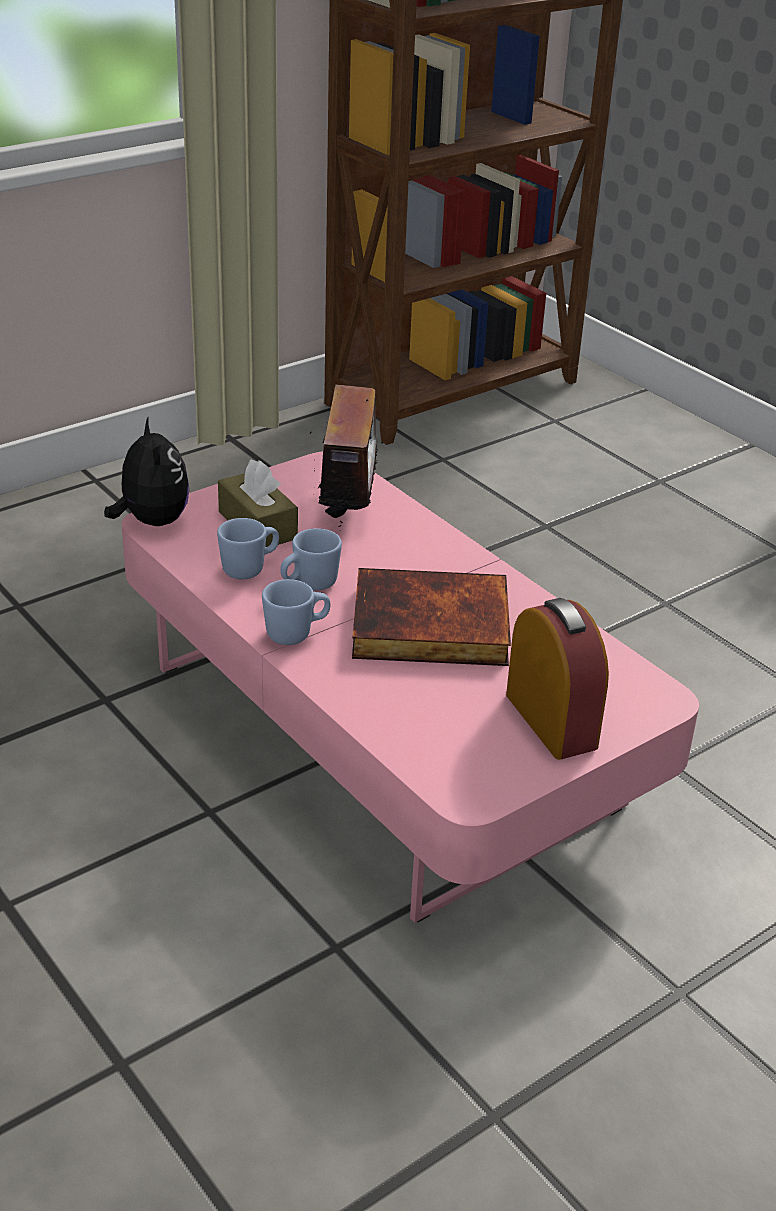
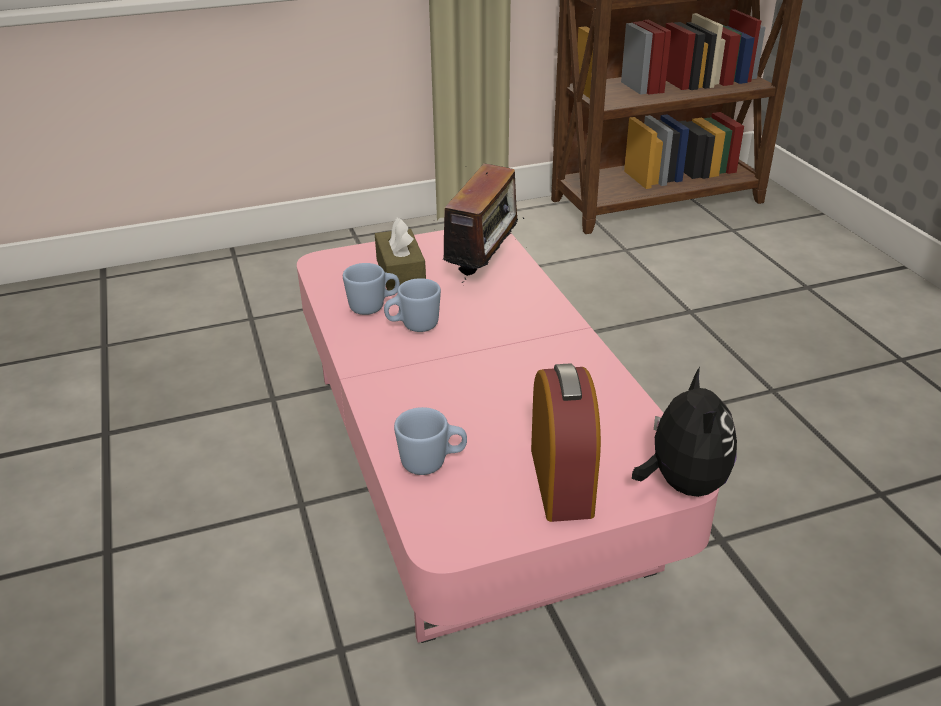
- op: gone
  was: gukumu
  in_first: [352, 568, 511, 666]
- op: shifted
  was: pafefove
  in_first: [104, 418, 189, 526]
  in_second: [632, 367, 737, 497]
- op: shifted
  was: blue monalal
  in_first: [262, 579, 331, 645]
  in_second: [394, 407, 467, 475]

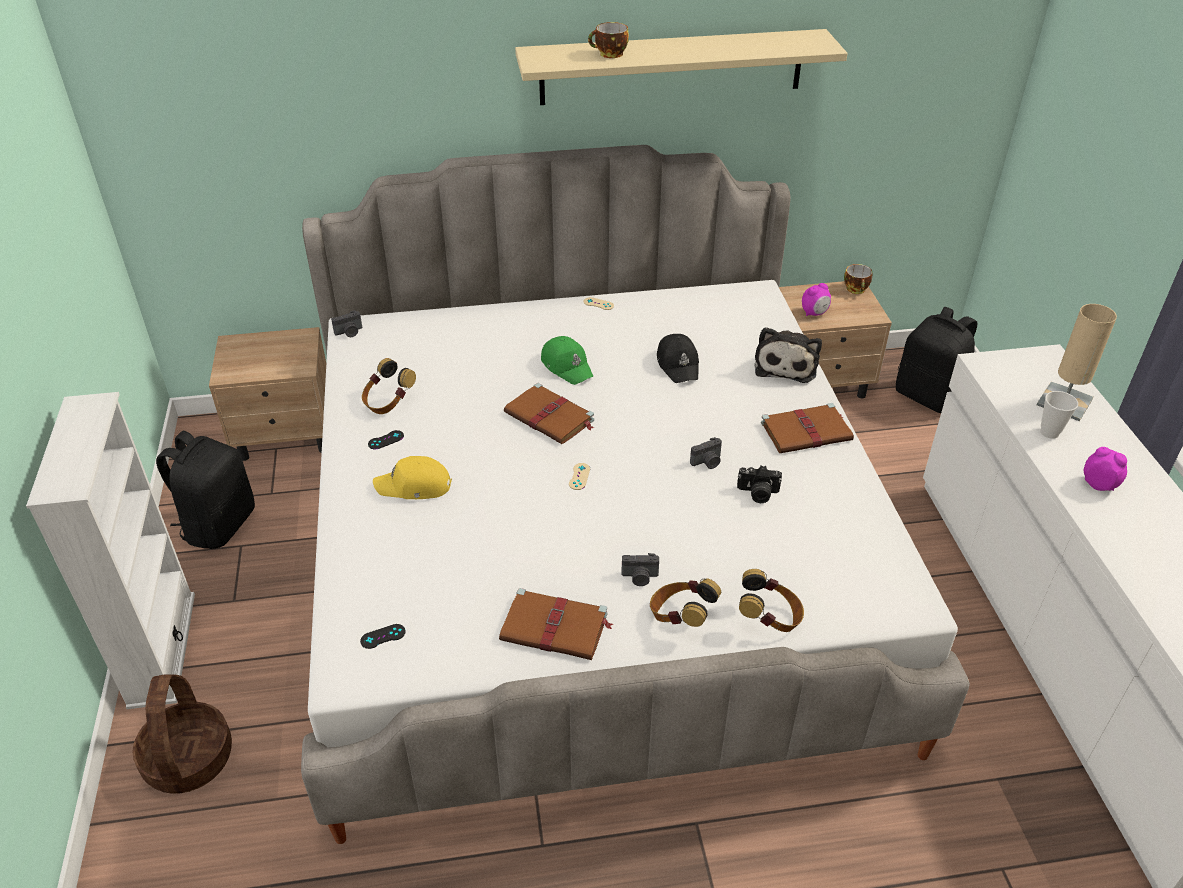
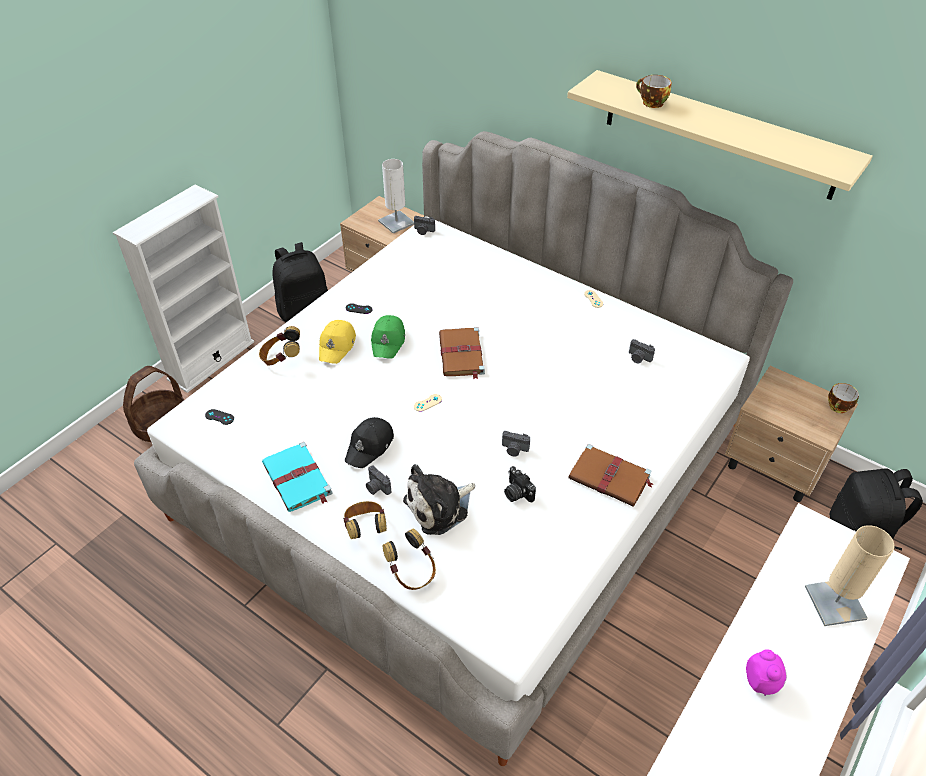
- op: gone
  was: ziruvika
  in_first: [802, 283, 831, 316]
- op: gone
  was: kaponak
  in_first: [1040, 391, 1078, 439]
- op: new
  now: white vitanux
  in_second: [378, 159, 414, 234]
- op: new
  now: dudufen
  in_second: [629, 339, 655, 363]
- op: shifted
  was: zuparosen
  in_first: [362, 358, 416, 414]
  in_second: [259, 326, 300, 366]
- op: shifted
  was: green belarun
  in_first: [541, 336, 593, 385]
  in_second: [371, 315, 405, 359]
- op: shifted
  was: black belarun
  in_first: [657, 334, 699, 383]
  in_second: [345, 417, 394, 468]
- op: shifted
  was: pafefove
  in_first: [754, 327, 822, 383]
  in_second: [403, 464, 475, 535]
- op: repainted
  was: brown gukumu
  now: turquoise gukumu
  in_first: [499, 588, 613, 660]
  in_second: [262, 442, 333, 512]
- op: rotated
  was: yellow belarun
  in_first: [373, 456, 452, 499]
  in_second: [319, 320, 356, 364]
  clockwise: -120

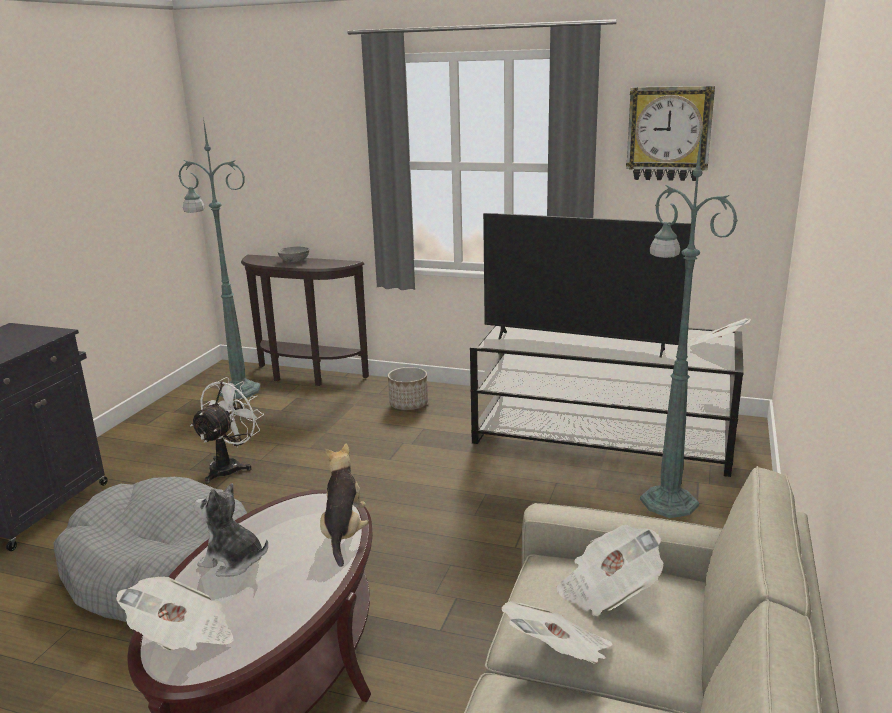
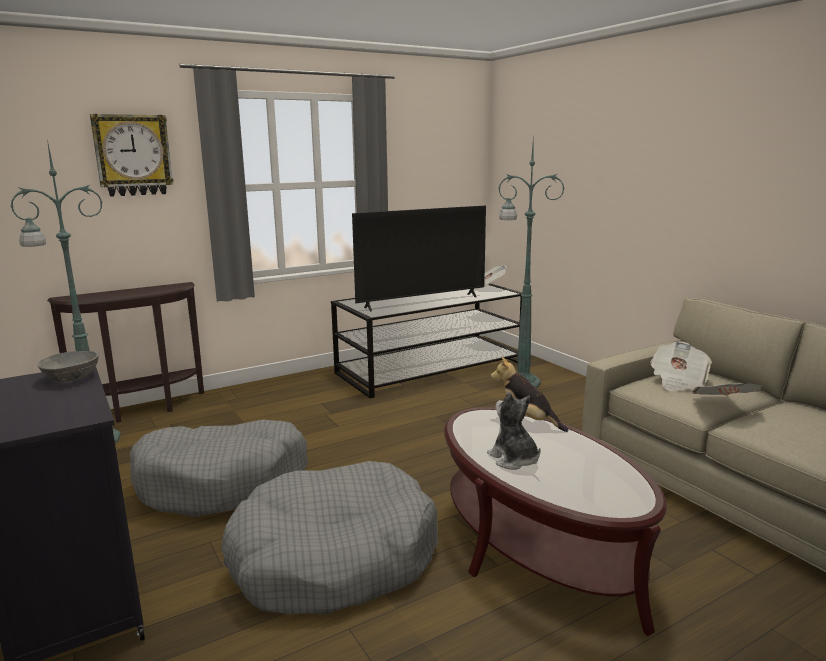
- op: gone
  was: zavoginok
  in_first: [116, 577, 234, 651]
- op: gone
  was: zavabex
  in_first: [388, 367, 428, 410]
- op: shifted
  was: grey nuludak
  in_first: [278, 246, 309, 263]
  in_second: [37, 351, 99, 382]
- op: shifted
  was: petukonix
  in_first: [626, 86, 715, 181]
  in_second: [90, 114, 174, 197]
- op: swapped
  was: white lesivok
  now: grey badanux
  in_first: [190, 377, 264, 484]
  in_second: [130, 419, 308, 517]
- op: rotated
  was: pafefove
  in_first: [194, 483, 268, 576]
  in_second: [487, 392, 540, 470]
  clockwise: 90

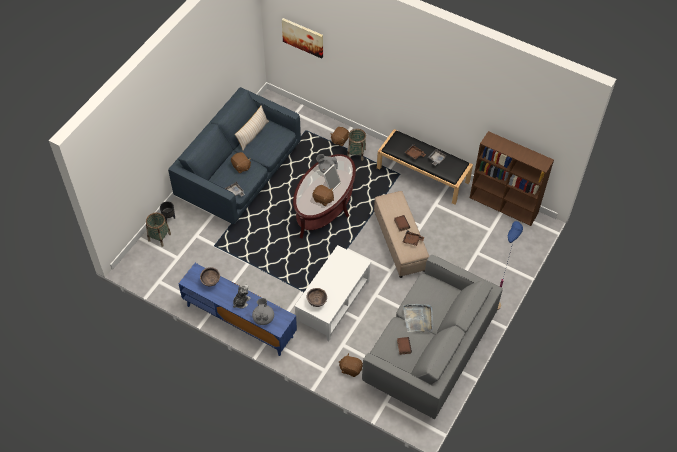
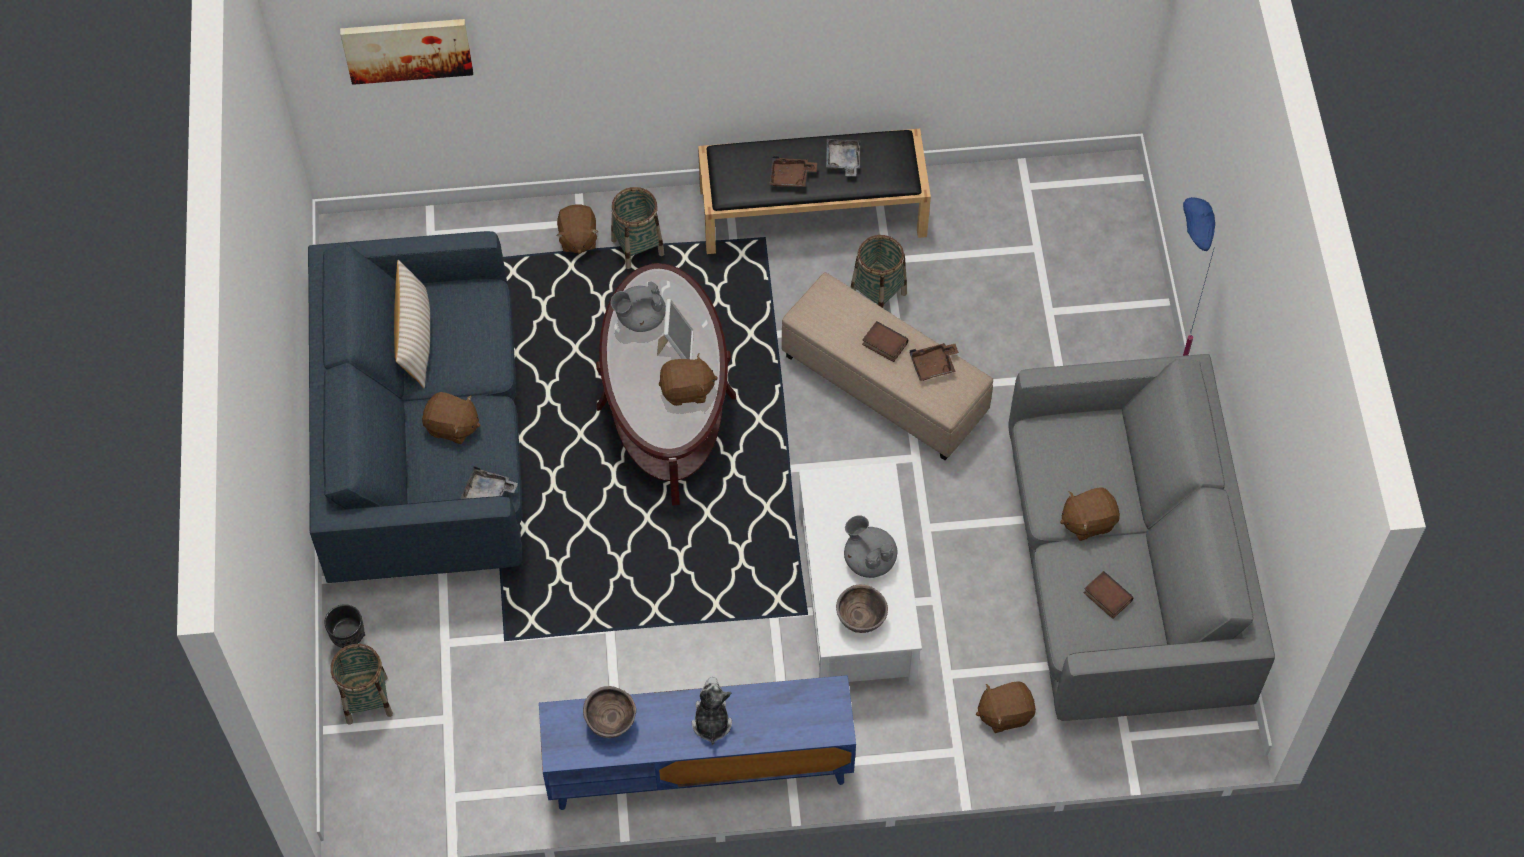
- op: gone
  was: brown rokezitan
  in_first: [470, 131, 554, 226]
- op: new
  now: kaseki
  in_second: [851, 235, 907, 309]
- op: shifted
  was: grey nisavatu
  in_first: [252, 298, 274, 325]
  in_second: [844, 515, 897, 578]
- op: swapped
  was: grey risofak
  now: brown pafefove
  in_first: [403, 304, 433, 332]
  in_second: [1060, 487, 1120, 541]

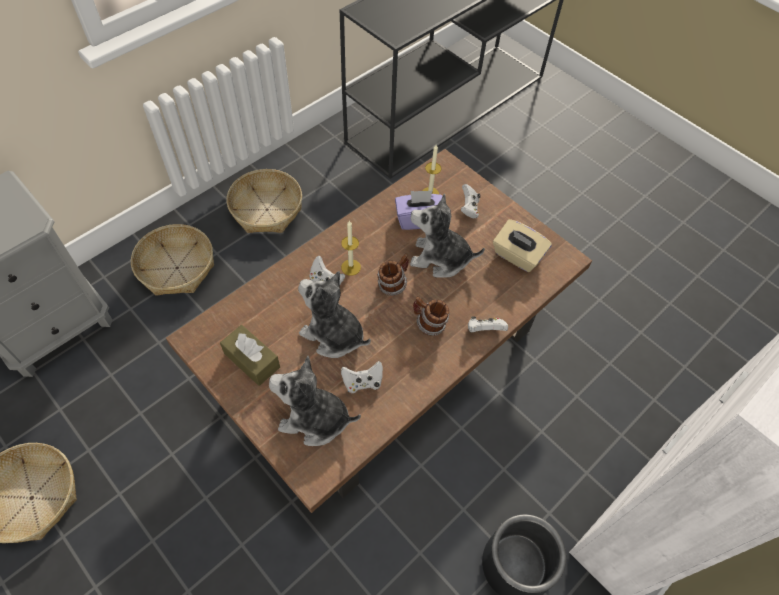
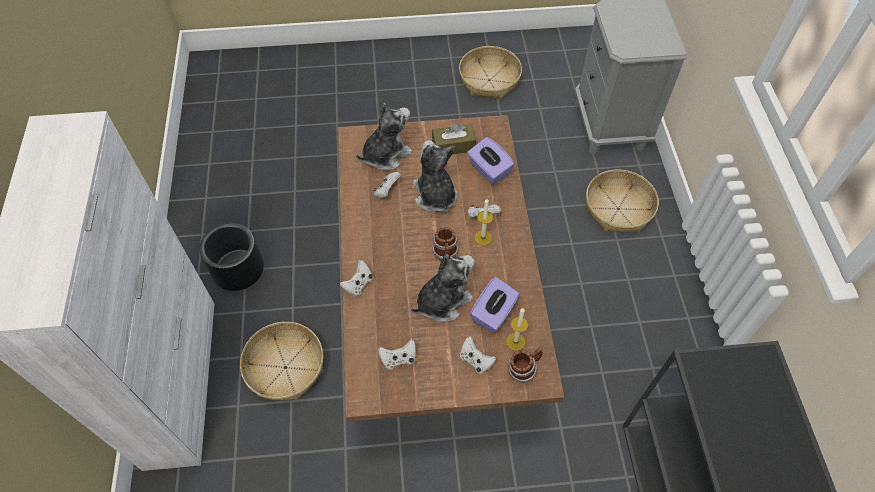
- op: new
  now: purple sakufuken
  in_second: [467, 137, 514, 185]
- op: shifted
  was: kaseki
  in_first: [227, 169, 302, 233]
  in_second: [240, 322, 323, 400]
- op: shifted
  was: monalal
  in_first: [413, 297, 450, 336]
  in_second: [508, 347, 543, 383]
- op: swapped
  was: beige sakufuken
  now: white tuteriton
  in_first: [493, 219, 552, 272]
  in_second: [378, 339, 416, 370]
- op: rotated
  was: pafefove
  in_first: [298, 271, 371, 358]
  in_second: [413, 140, 457, 212]
  clockwise: -90

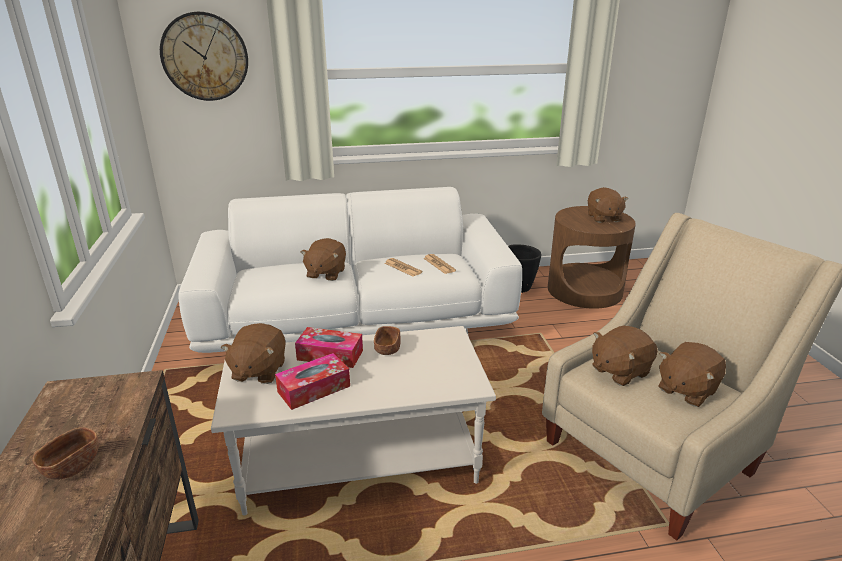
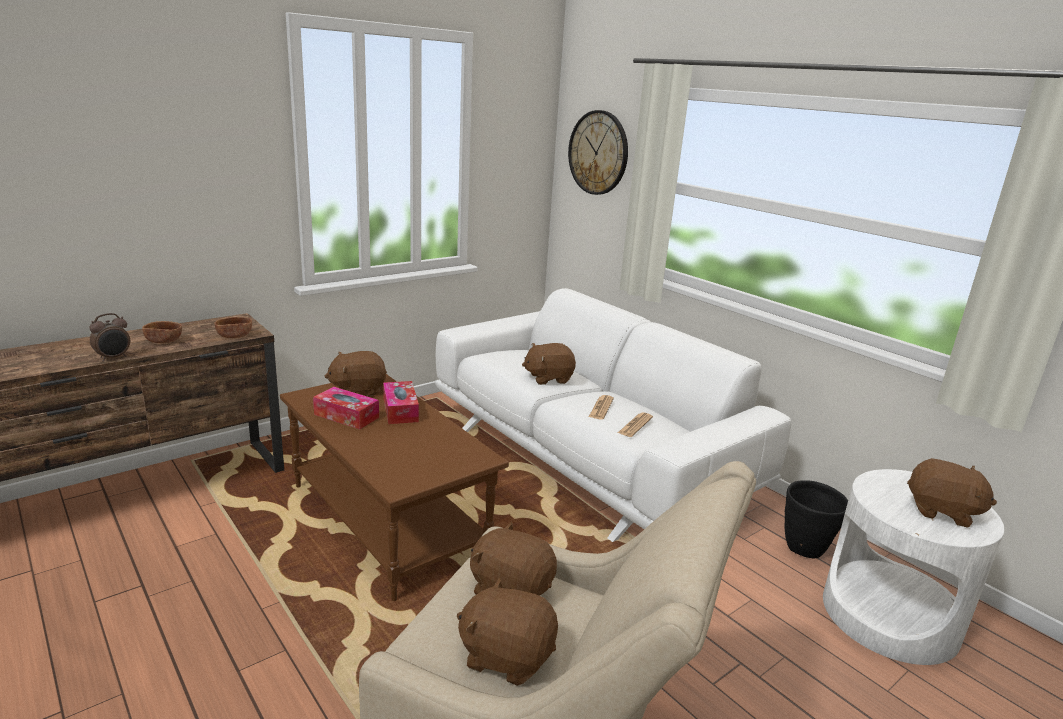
- op: new
  now: ziruvika
  in_second: [90, 313, 130, 362]
- op: shifted
  was: brown nuludak
  in_first: [374, 326, 401, 355]
  in_second: [215, 317, 252, 338]
- op: repainted
  was: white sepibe
  now: brown sepibe
  in_first: [211, 326, 496, 516]
  in_second: [280, 374, 509, 601]
- op: repainted
  was: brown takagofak
  now: white takagofak
  in_first: [548, 206, 636, 309]
  in_second: [823, 469, 1004, 665]
- op: rotated
  was: brown pafefove
  in_first: [588, 187, 628, 223]
  in_second: [907, 458, 997, 528]
  clockwise: -120

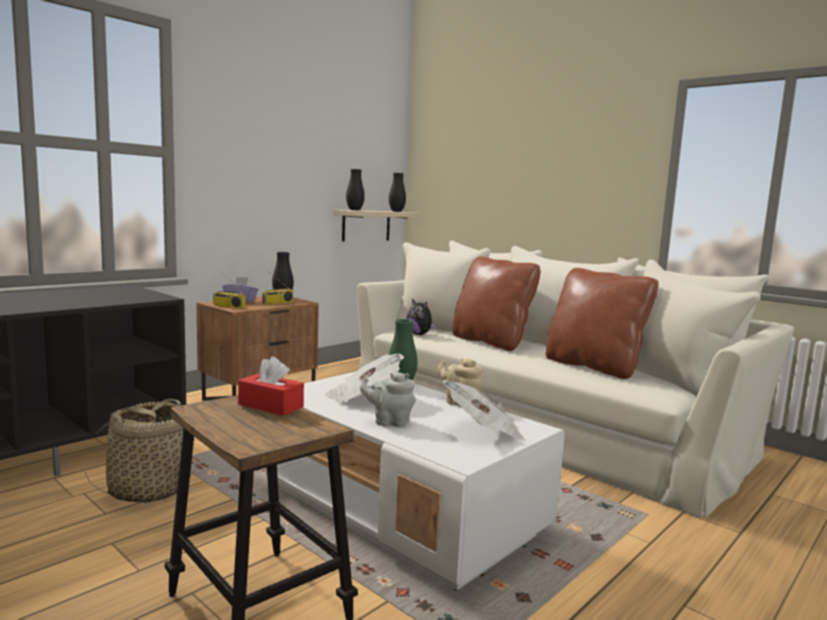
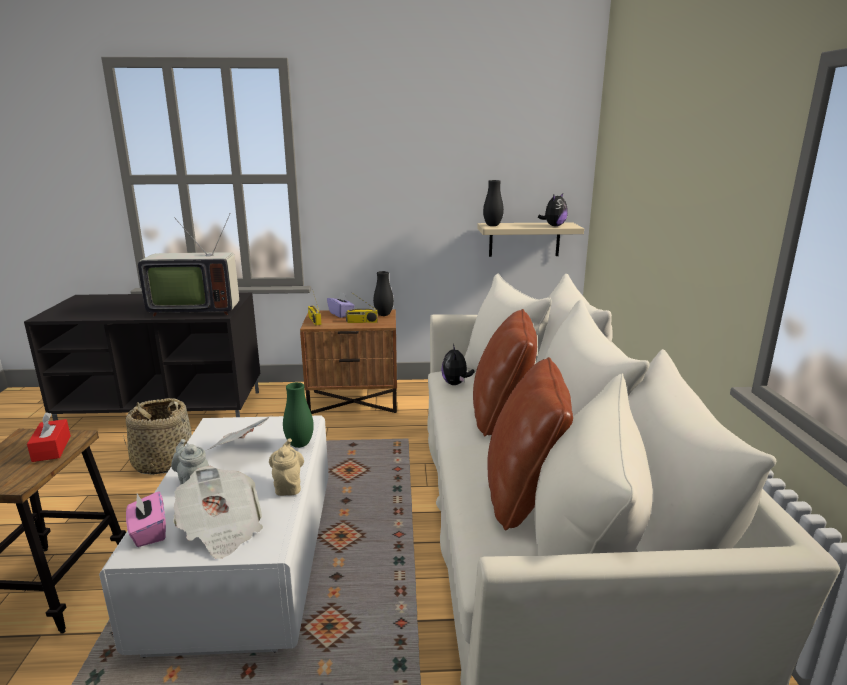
- op: new
  now: pink sakufuken
  in_second: [126, 491, 166, 547]
- op: new
  now: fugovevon
  in_second: [138, 213, 239, 317]
- op: swapped
  was: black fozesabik
  now: pafefove
  in_first: [389, 173, 406, 212]
  in_second: [538, 193, 568, 226]

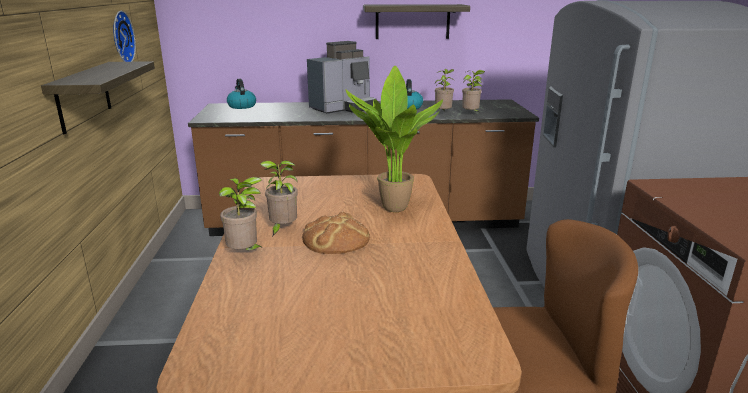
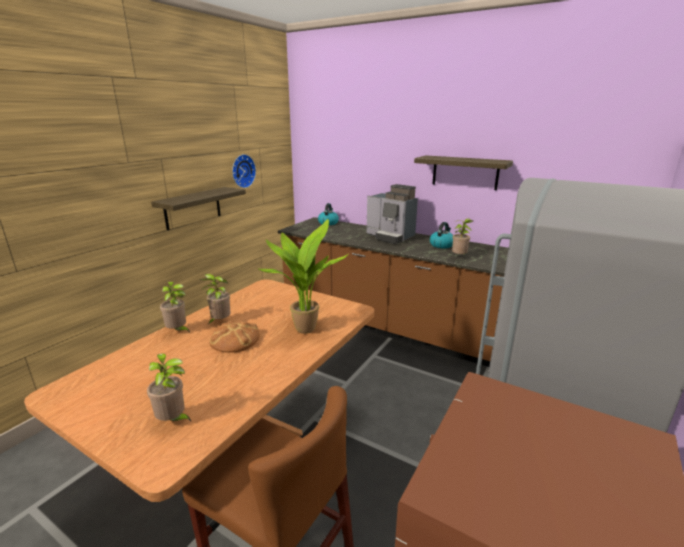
- op: shifted
  was: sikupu
  in_first: [462, 70, 485, 112]
  in_second: [147, 353, 191, 421]
- op: rotated
  was: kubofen
  in_first: [307, 41, 376, 114]
  in_second: [366, 184, 418, 244]
  clockwise: 45

